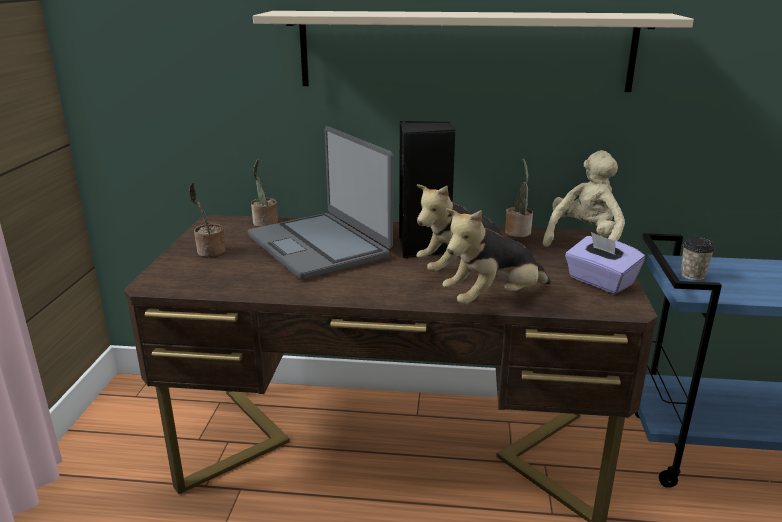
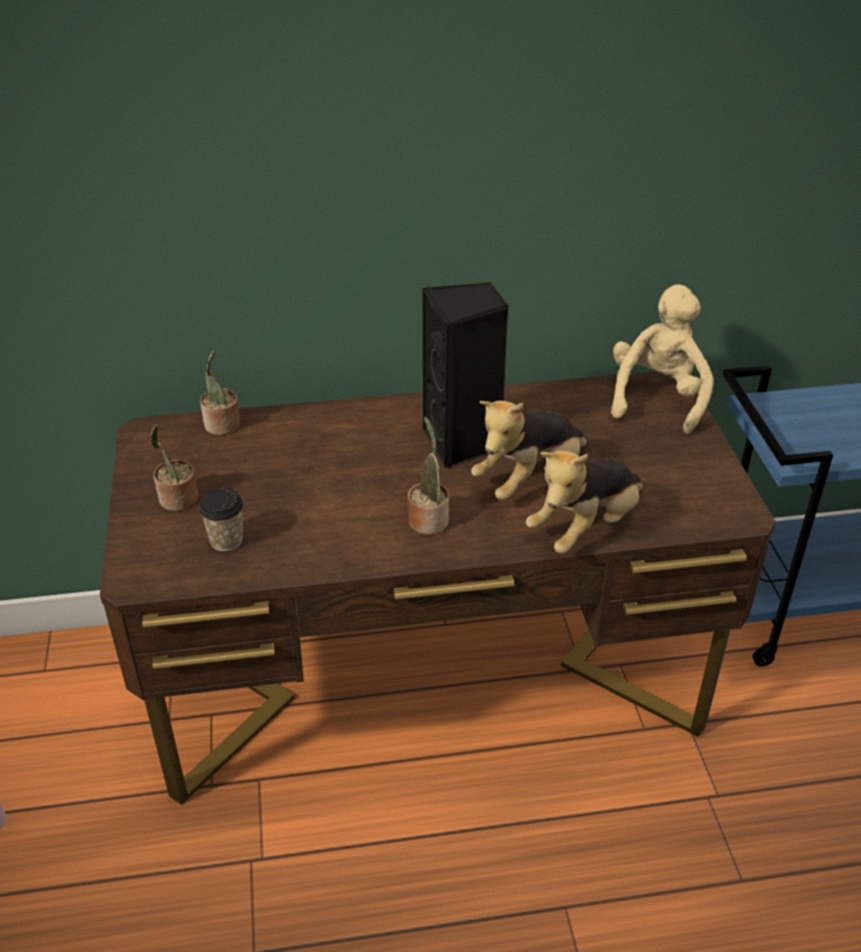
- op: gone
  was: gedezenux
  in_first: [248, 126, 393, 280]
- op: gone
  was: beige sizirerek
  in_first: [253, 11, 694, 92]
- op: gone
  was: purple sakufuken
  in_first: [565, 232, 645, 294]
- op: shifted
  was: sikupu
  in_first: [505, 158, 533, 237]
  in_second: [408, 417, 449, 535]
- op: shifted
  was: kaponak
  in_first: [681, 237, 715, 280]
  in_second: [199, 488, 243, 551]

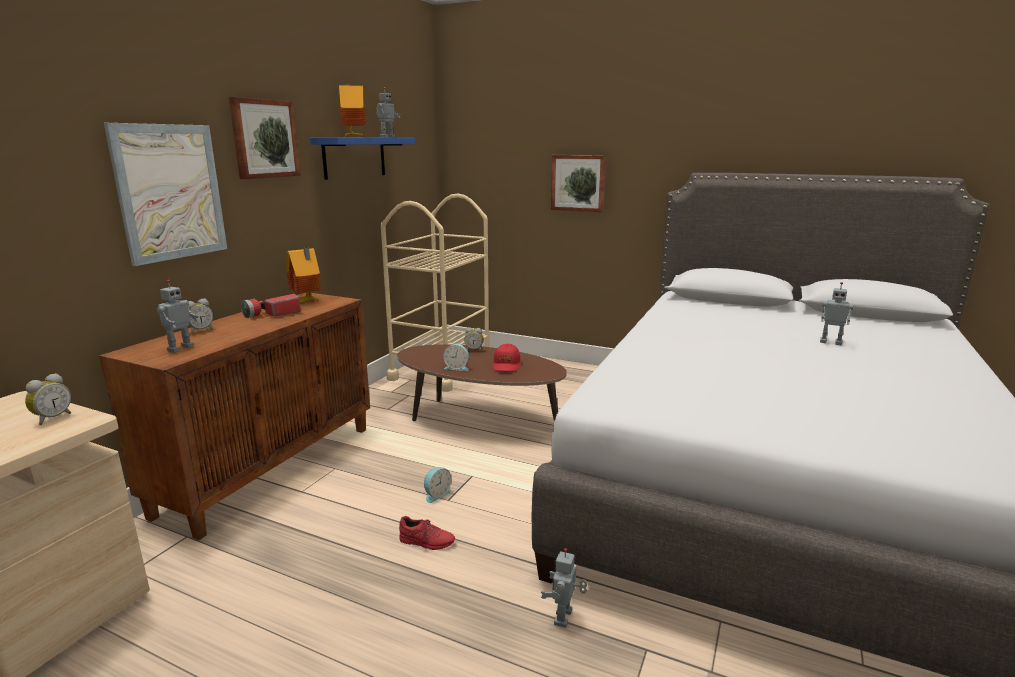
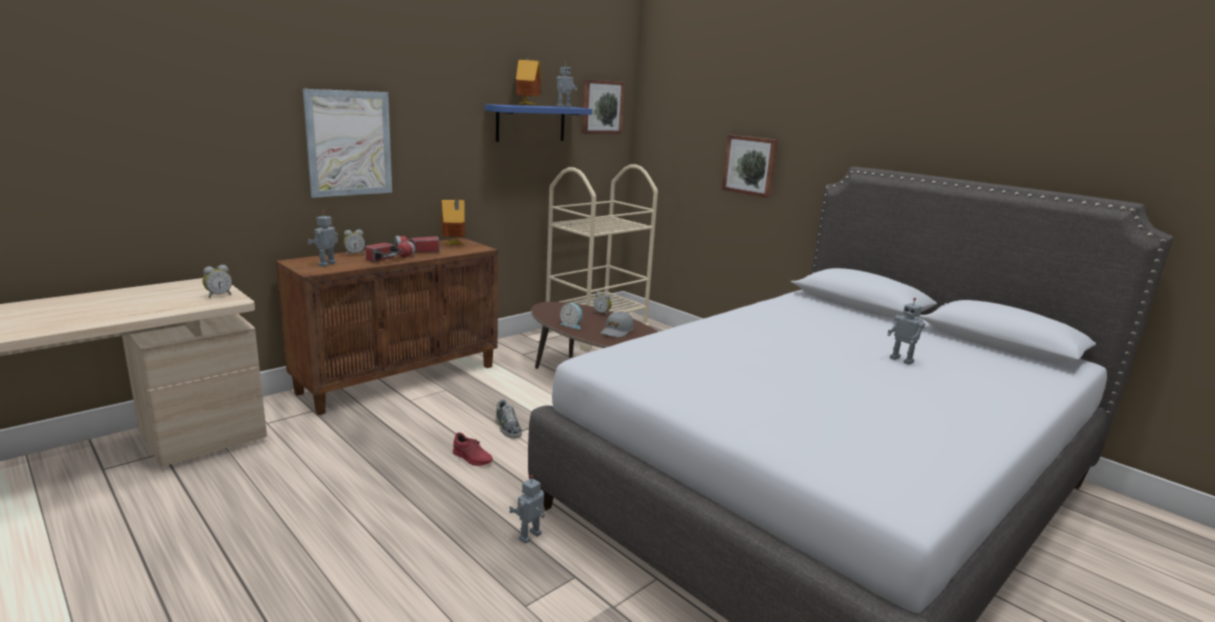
- op: new
  now: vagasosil
  in_second: [365, 241, 415, 262]
- op: shifted
  was: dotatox
  in_first: [229, 97, 301, 179]
  in_second: [582, 79, 625, 134]
- op: swapped
  was: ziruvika
  now: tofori
  in_first: [424, 467, 452, 503]
  in_second: [496, 399, 522, 438]
- op: repainted
  was: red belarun
  now: grey belarun
  in_first: [492, 344, 521, 372]
  in_second: [601, 311, 633, 337]
- op: rotated
  was: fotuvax
  in_first: [157, 280, 199, 353]
  in_second: [308, 210, 338, 267]
  clockwise: 150

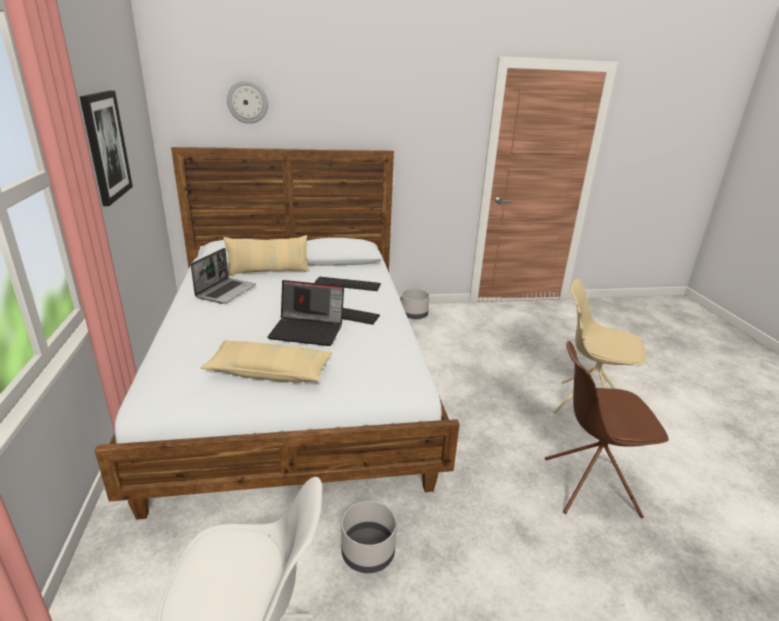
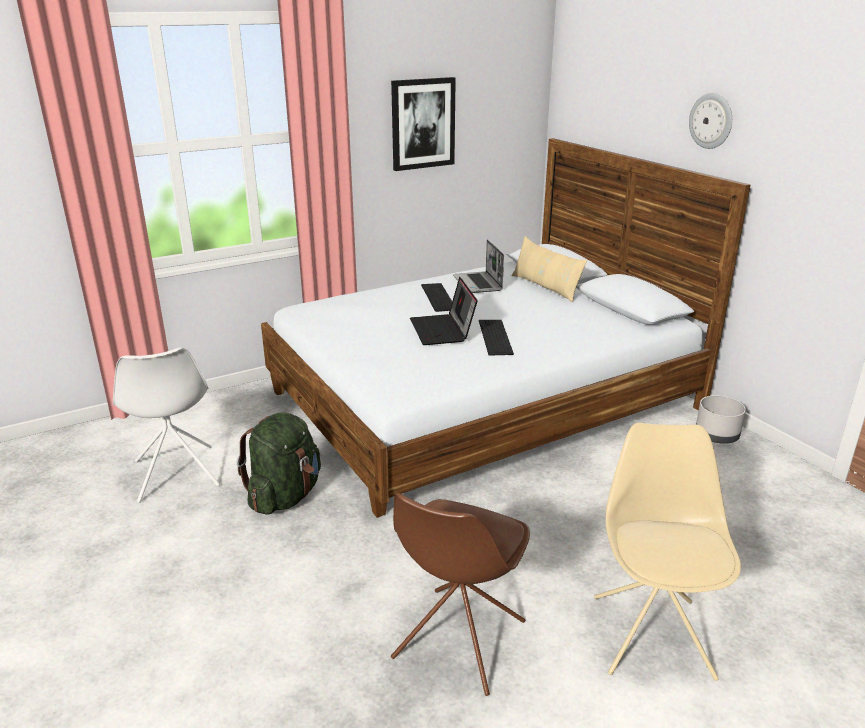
- op: gone
  was: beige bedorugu
  in_first: [200, 340, 332, 382]
- op: shifted
  was: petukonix
  in_first: [227, 81, 268, 124]
  in_second: [689, 93, 732, 149]
- op: shifted
  was: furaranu
  in_first: [314, 277, 381, 291]
  in_second: [421, 283, 452, 312]
- op: swapped
  was: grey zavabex
  now: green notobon
  in_first: [341, 501, 397, 573]
  in_second: [237, 413, 321, 515]
- op: rotated
  was: gedezenux
  in_first: [191, 248, 256, 304]
  in_second: [453, 240, 504, 293]
  clockwise: 75
- op: rotated
  was: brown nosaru
  in_first: [545, 341, 669, 518]
  in_second: [391, 493, 530, 696]
  clockwise: -135

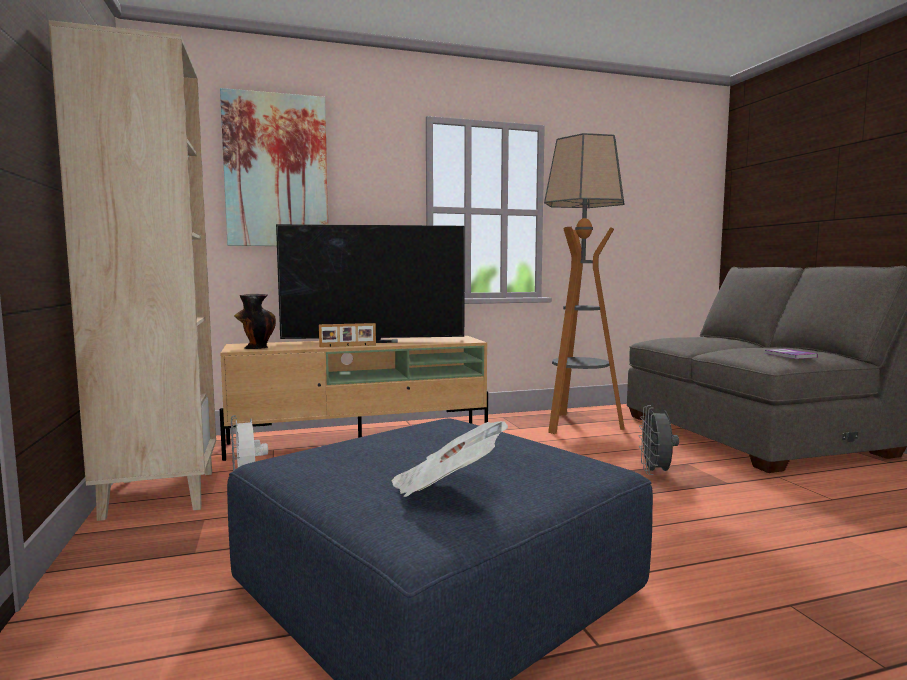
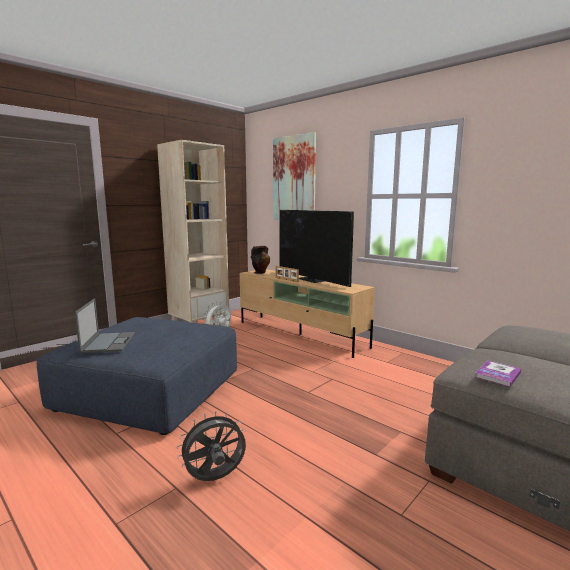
- op: gone
  was: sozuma
  in_first: [544, 133, 625, 434]
- op: shifted
  was: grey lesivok
  in_first: [638, 405, 679, 475]
  in_second: [177, 411, 246, 481]
- op: swapped
  was: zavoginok
  now: gedezenux
  in_first: [392, 421, 508, 497]
  in_second: [75, 299, 135, 353]

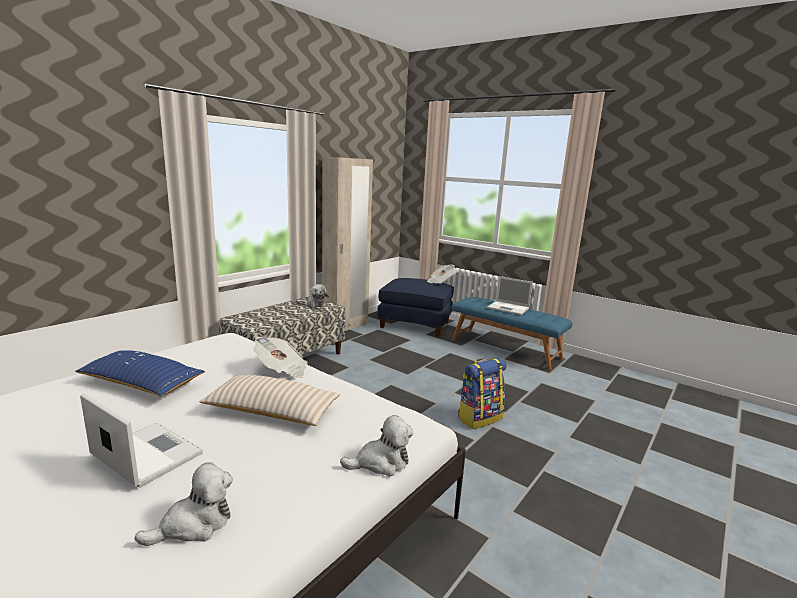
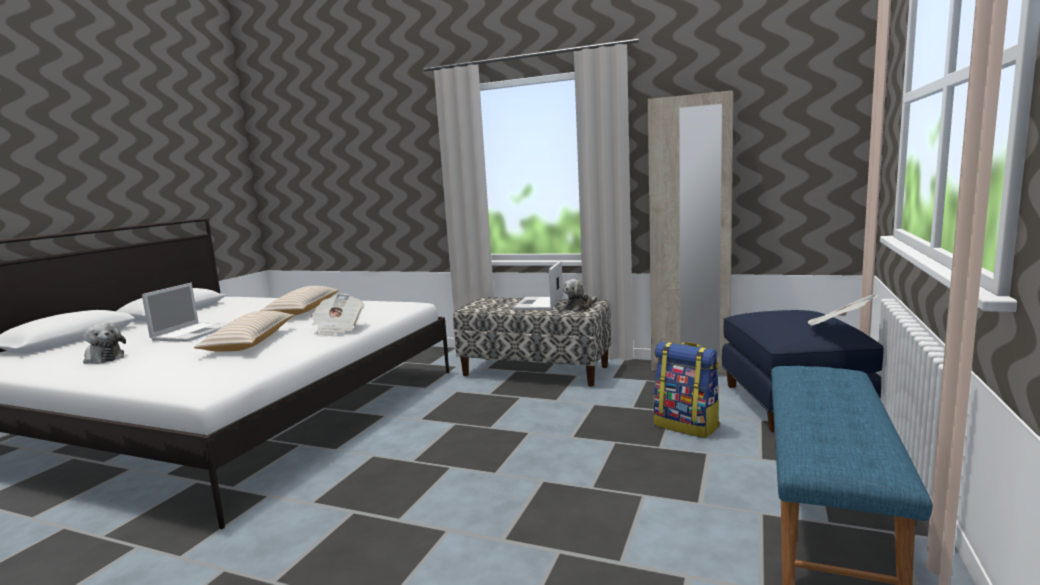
- op: gone
  was: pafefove
  in_first: [340, 415, 413, 477]
- op: shifted
  was: notobon
  in_first: [458, 358, 506, 429]
  in_second: [653, 342, 720, 438]
- op: shifted
  was: gedezenux
  in_first: [487, 276, 533, 315]
  in_second: [513, 261, 563, 310]
- op: repainted
  was: blue bedorugu
  now: beige bedorugu
  in_first: [75, 350, 205, 396]
  in_second: [260, 286, 339, 315]

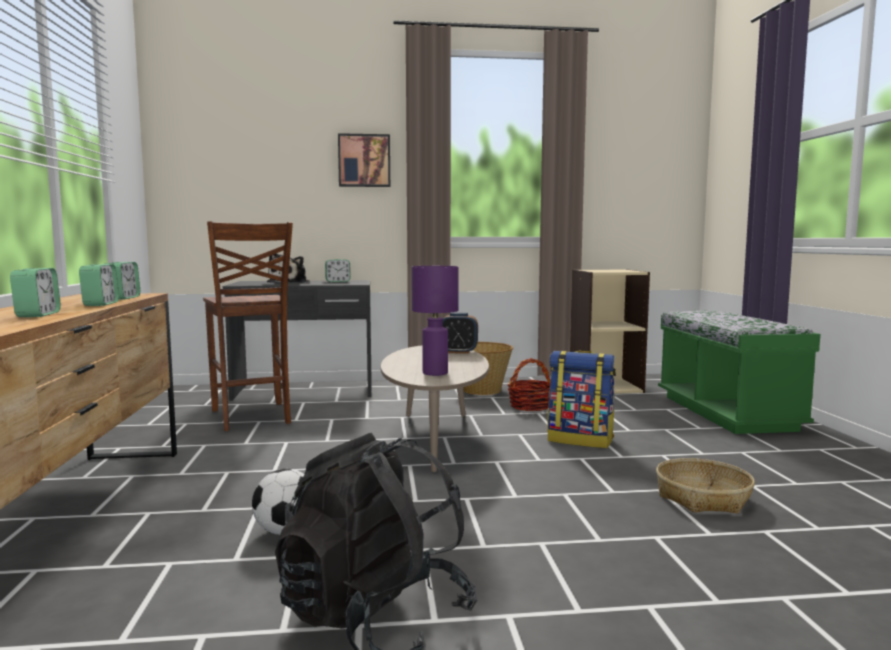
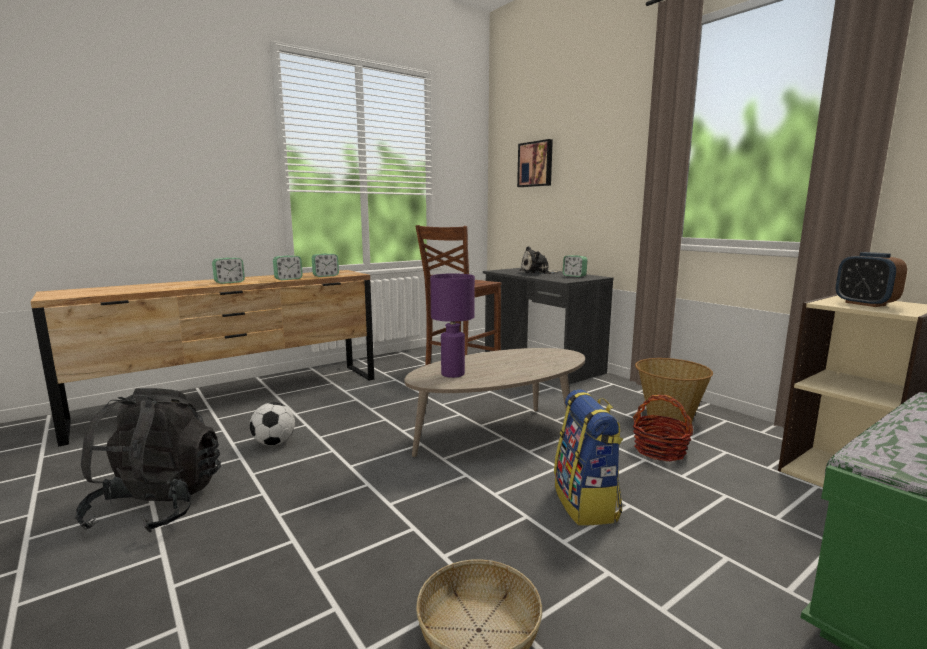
- op: shifted
  was: dotatox
  in_first: [338, 133, 390, 187]
  in_second: [517, 139, 553, 187]
- op: shifted
  was: ziruvika
  in_first: [442, 313, 478, 354]
  in_second: [836, 252, 907, 307]

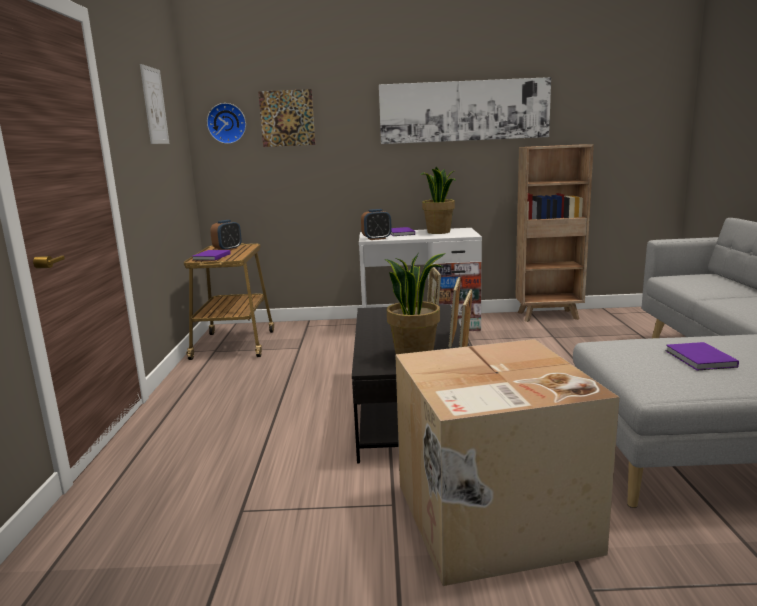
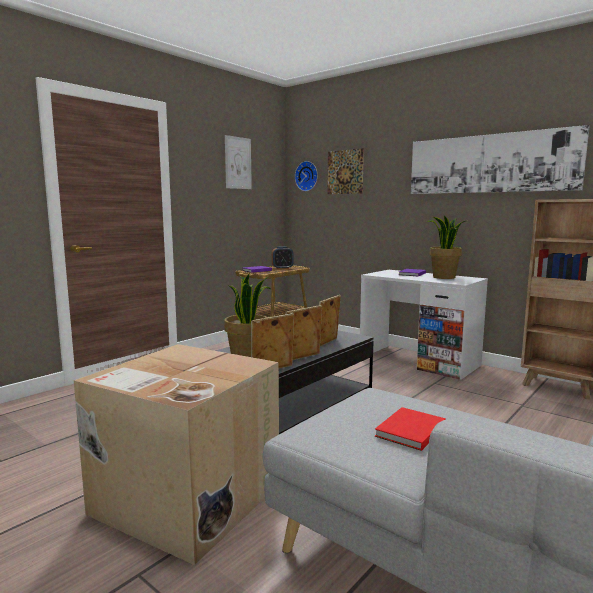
- op: gone
  was: ziruvika
  in_first: [361, 209, 392, 240]
- op: repainted
  was: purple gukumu
  now: red gukumu
  in_first: [666, 342, 739, 370]
  in_second: [375, 407, 446, 451]

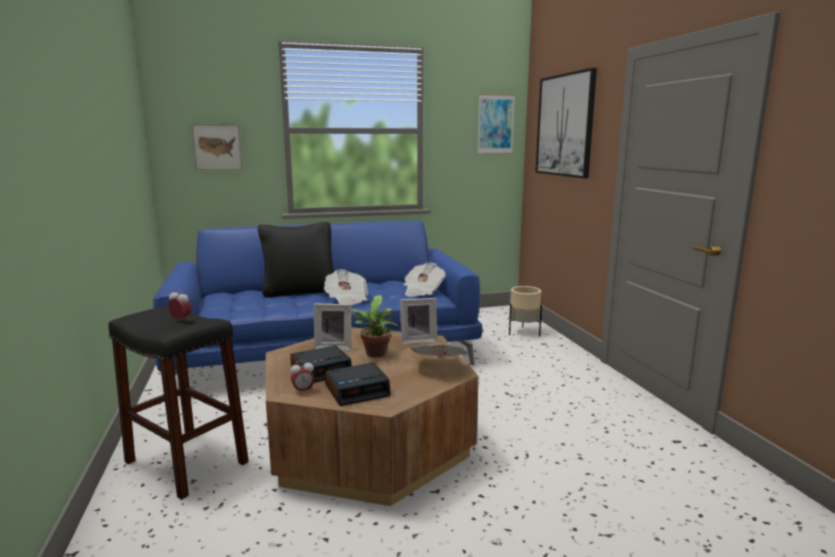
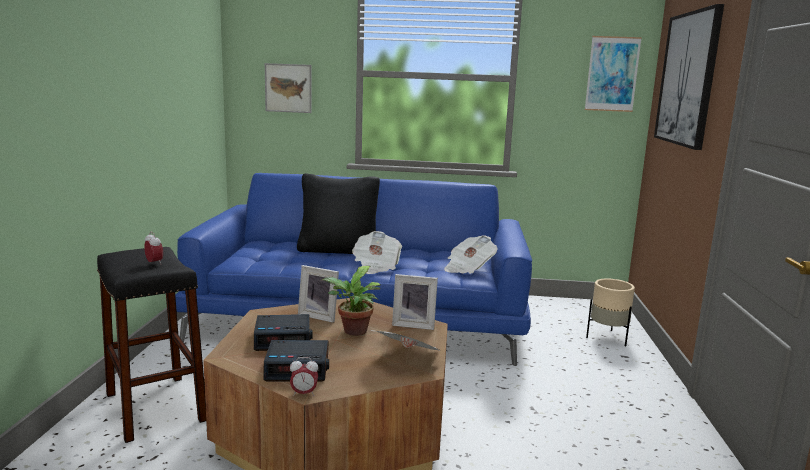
- op: shifted
  was: ziruvika
  in_first: [290, 360, 315, 393]
  in_second: [290, 357, 318, 396]

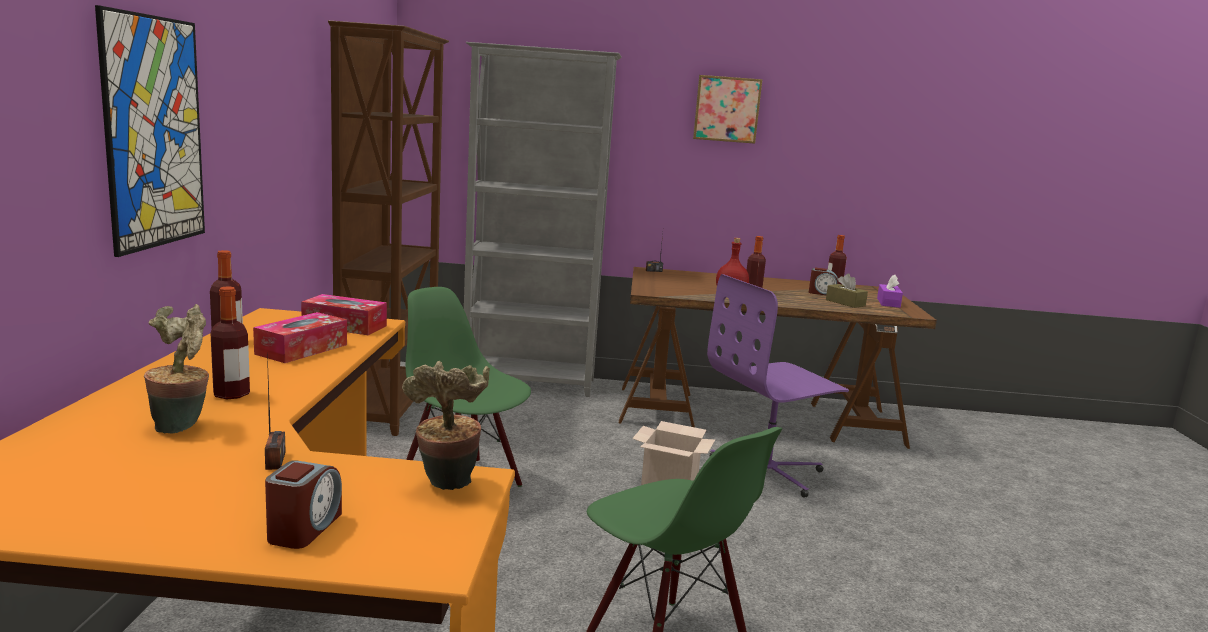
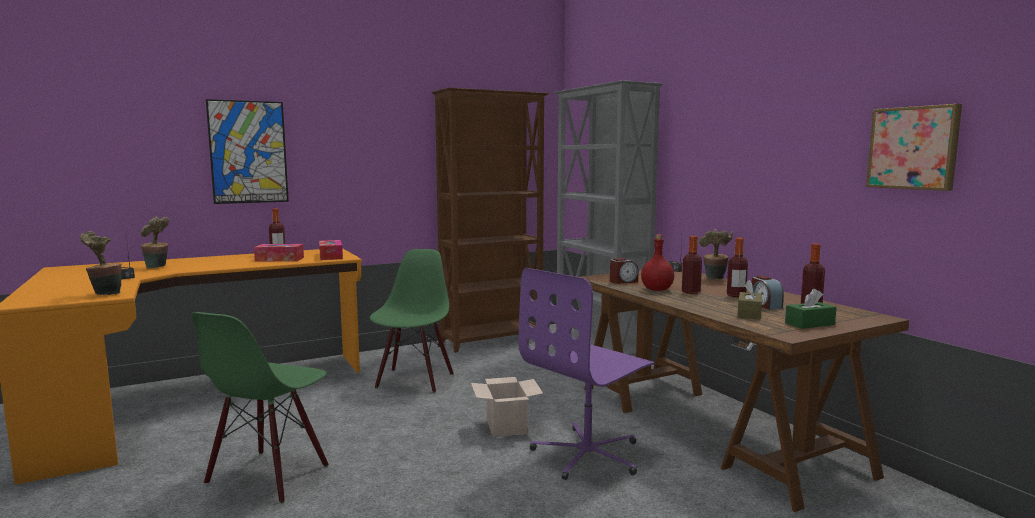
- op: new
  now: sikupu
  in_second: [699, 229, 733, 279]
- op: shifted
  was: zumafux
  in_first: [210, 286, 250, 399]
  in_second: [727, 238, 748, 297]
- op: shifted
  was: ziruvika
  in_first: [265, 460, 342, 549]
  in_second: [610, 258, 638, 284]
- op: shifted
  was: dotatox
  in_first: [693, 75, 763, 144]
  in_second: [866, 104, 962, 191]
- op: repainted
  was: purple sakufuken
  now: green sakufuken
  in_first: [877, 274, 903, 308]
  in_second: [785, 289, 837, 329]
- op: rotated
  was: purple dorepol
  in_first: [707, 274, 849, 498]
  in_second: [518, 268, 655, 480]
  clockwise: -75

